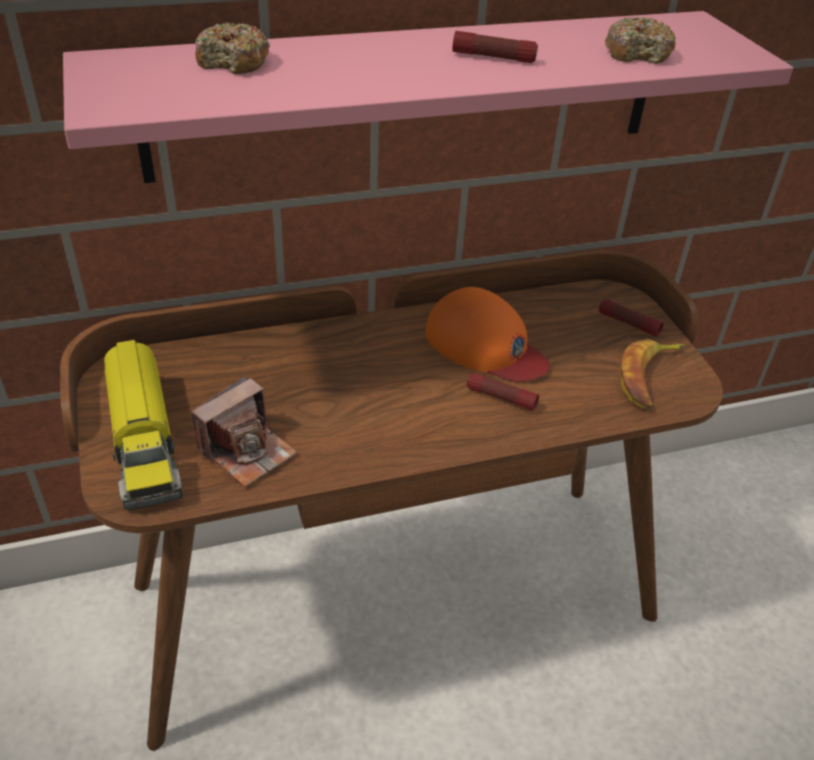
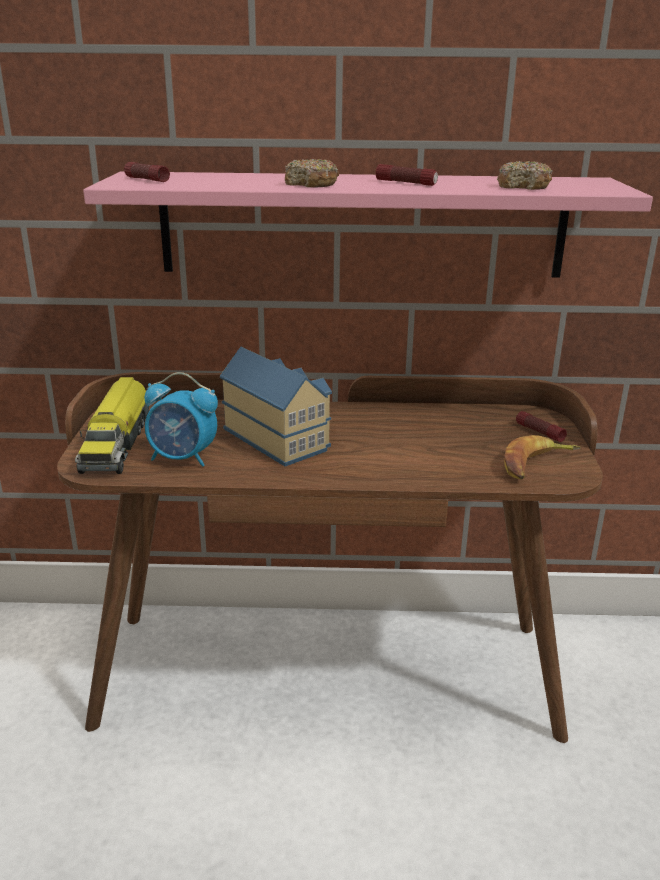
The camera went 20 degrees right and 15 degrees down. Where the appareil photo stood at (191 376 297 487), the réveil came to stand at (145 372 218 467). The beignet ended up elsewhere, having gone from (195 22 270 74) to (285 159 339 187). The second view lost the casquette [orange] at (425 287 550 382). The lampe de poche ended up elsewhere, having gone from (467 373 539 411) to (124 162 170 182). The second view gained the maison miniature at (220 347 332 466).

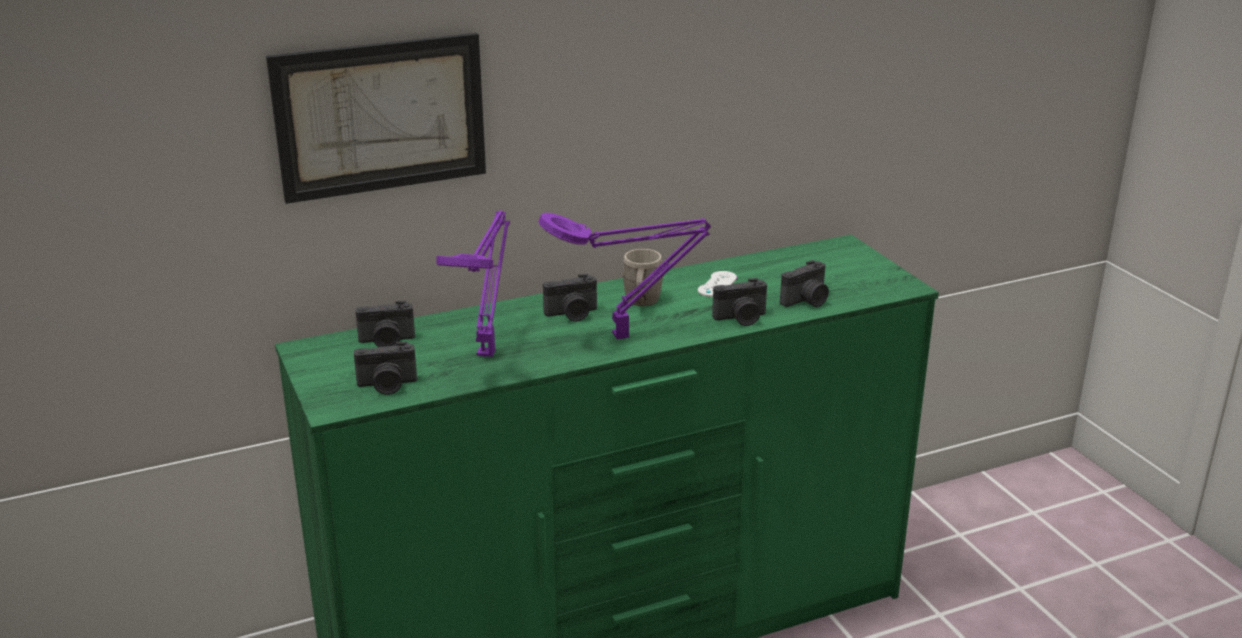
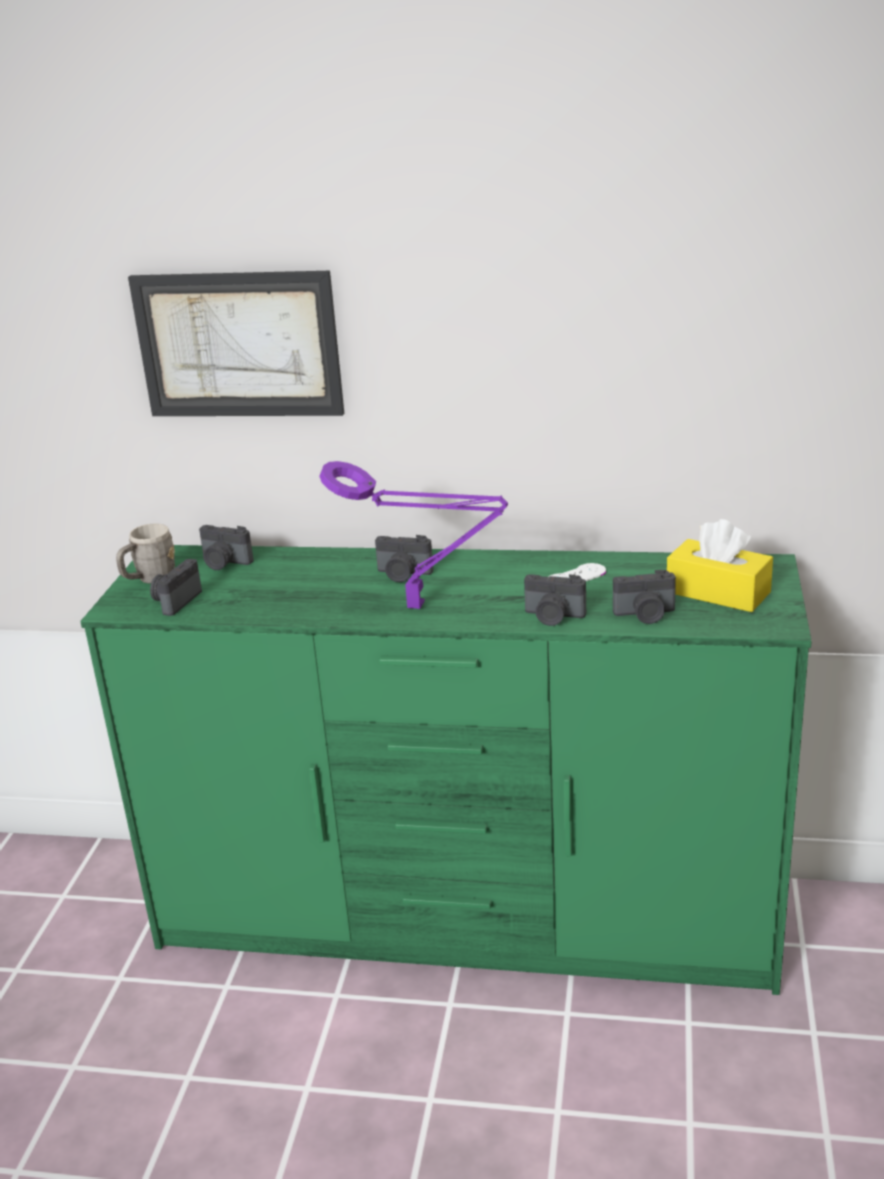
The camera went 35 degrees right and 0 degrees up. The appareil photo at (354 342 417 395) ended up facing another way, 90 degrees clockwise from before. The second view lost the lampe de table [violet] at (436 211 510 357). The mug [gris] ended up elsewhere, having gone from (622 249 663 306) to (116 524 175 584). The second view gained the boîte à mouchoirs [jaune] at (667 519 773 612).

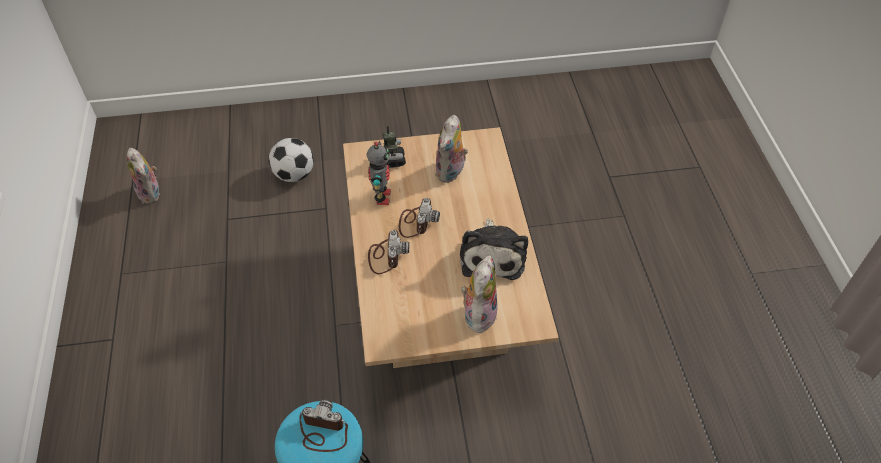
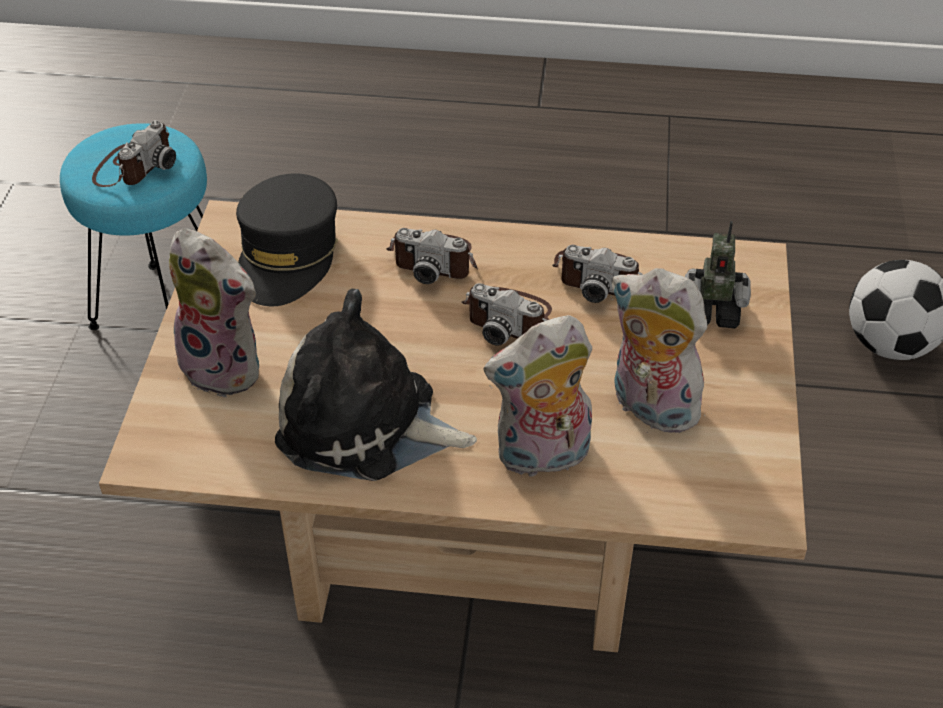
The camera went 105 degrees right and 5 degrees down. The peluche ended up elsewhere, having gone from (127 148 160 204) to (484 315 592 477). Where the robot jouet stood at (367 141 391 205), the appareil photo came to stand at (552 245 643 303). The second view gained the casquette [noir] at (236 173 338 306).

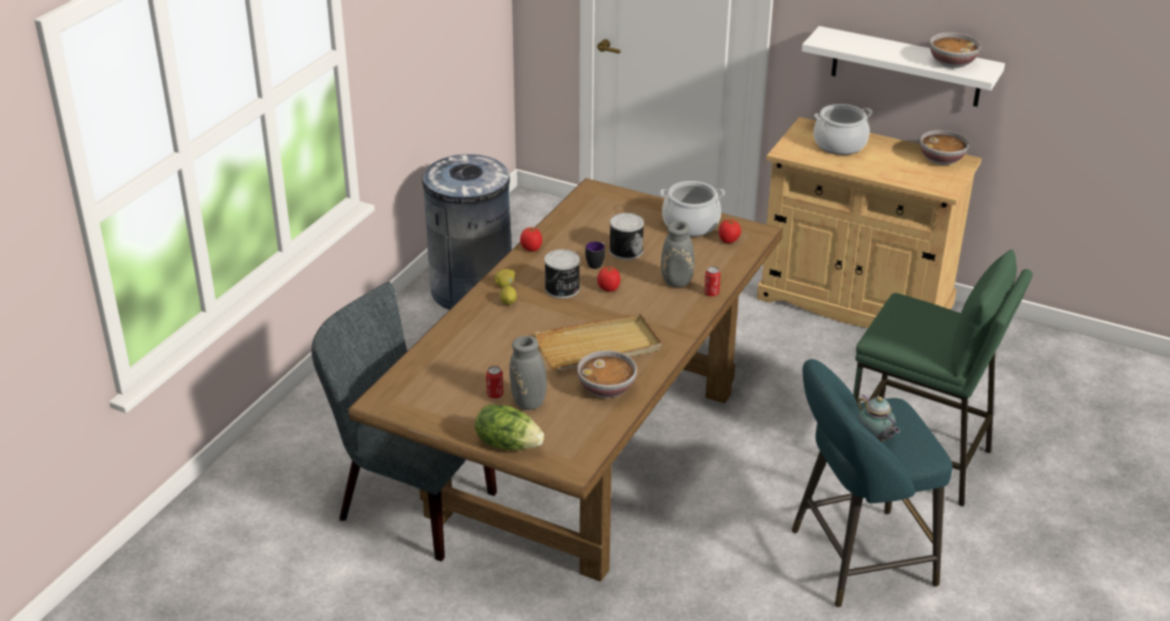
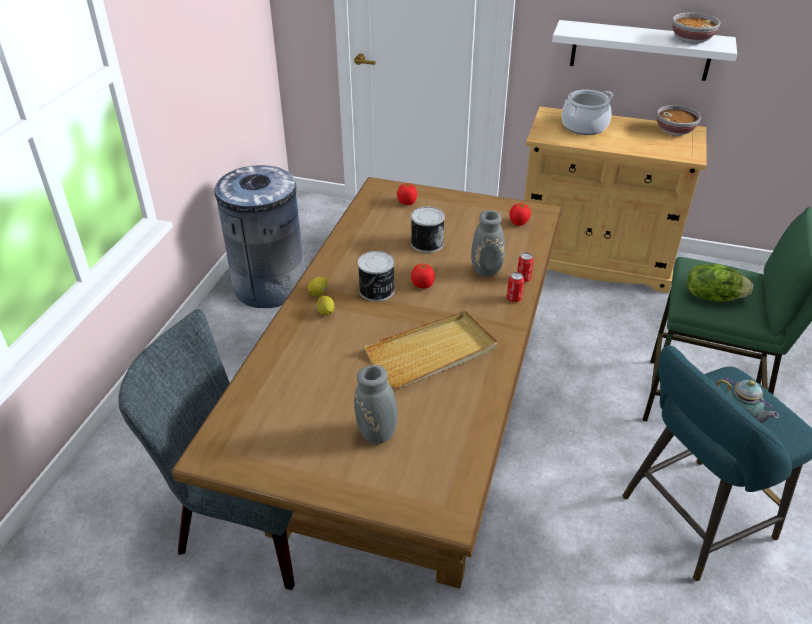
The camera went 10 degrees left and 5 degrees up. The laitue ended up elsewhere, having gone from (475 404 544 451) to (687 264 753 302). The boîte métallique ended up elsewhere, having gone from (486 366 503 399) to (507 272 524 302). The tomate ended up elsewhere, having gone from (520 227 542 251) to (397 183 417 205). The second view lost the bol at (577 350 637 398). The second view lost the mug at (585 241 605 269). The second view lost the marmite at (660 181 725 237).

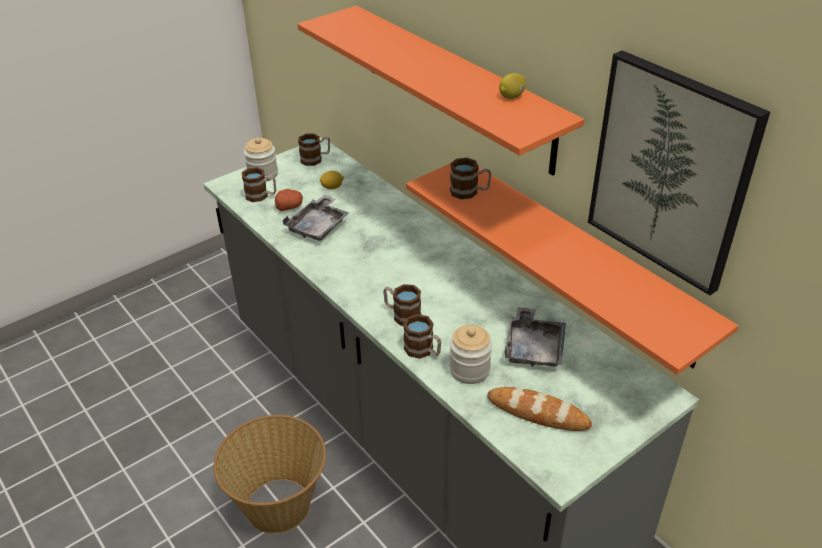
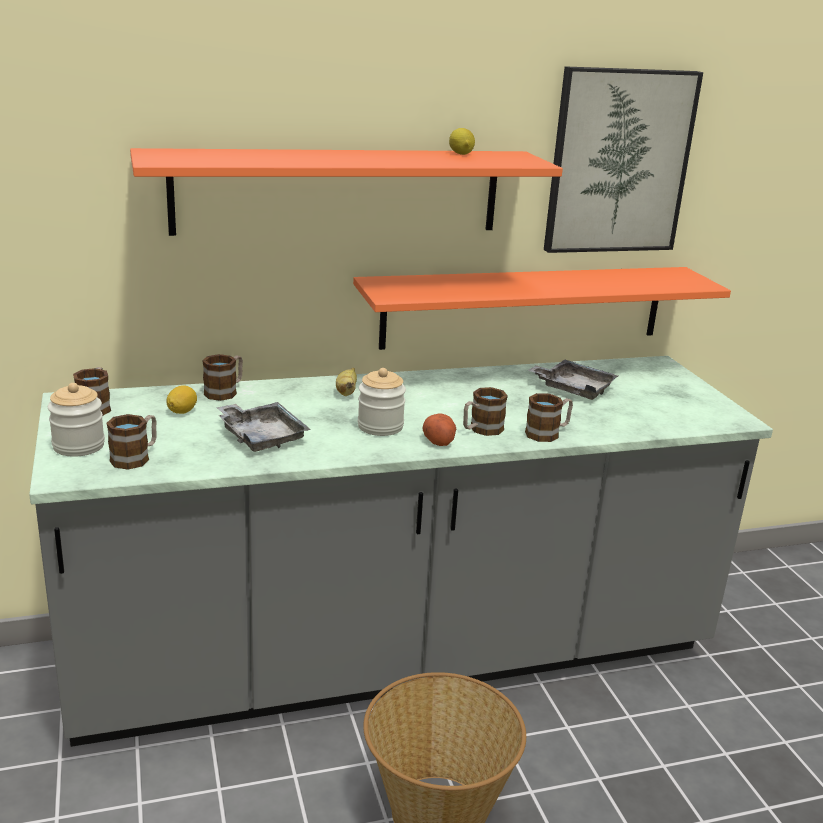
The camera went 70 degrees left and 15 degrees down. The pomme de terre ended up elsewhere, having gone from (275 189 303 211) to (422 414 456 446). The bocal ended up elsewhere, having gone from (449 325 492 384) to (358 368 406 436). The mug ended up elsewhere, having gone from (450 158 491 199) to (202 354 243 401). The second view lost the pain at (487 387 592 431). The second view gained the banane at (336 368 357 396).

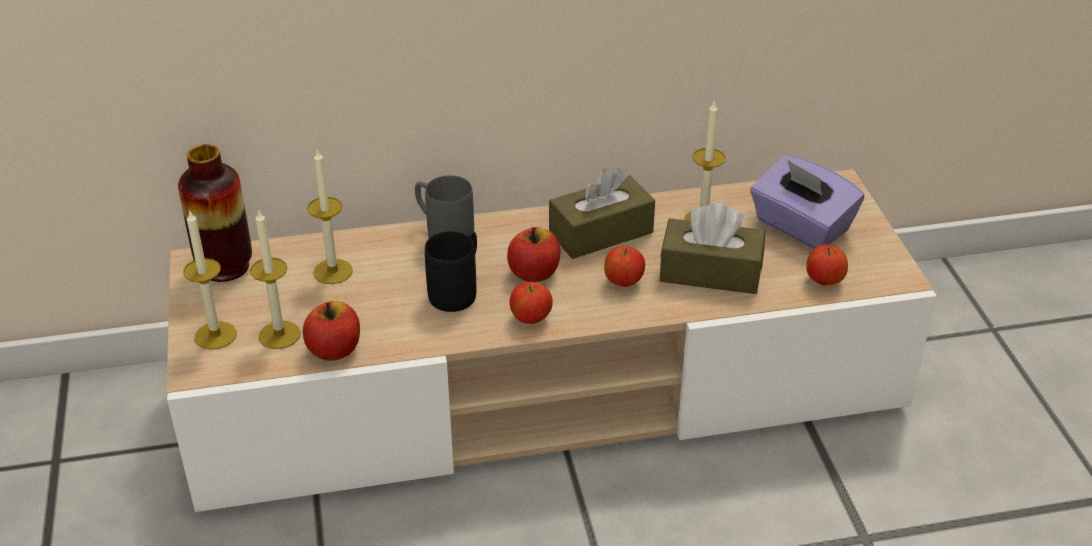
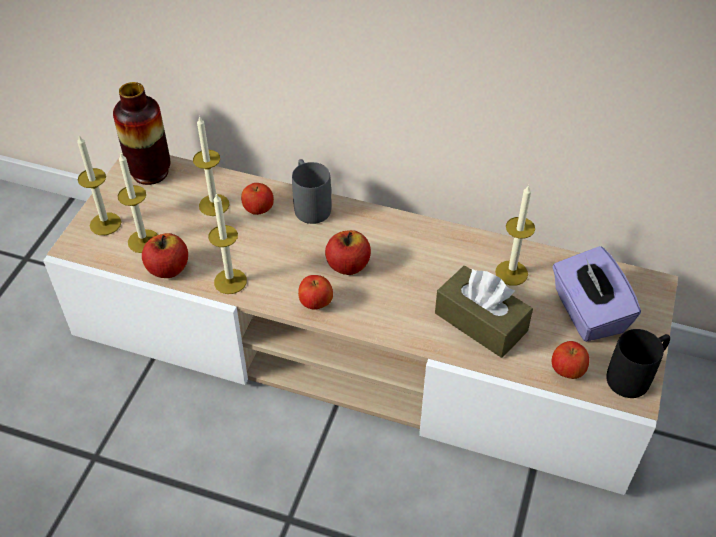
The camera went 30 degrees right and 10 degrees up. The mug [noir] ended up elsewhere, having gone from (425 231 477 312) to (606 329 670 398). The second view lost the boîte à mouchoirs [marron] at (549 168 655 259). The pomme ended up elsewhere, having gone from (604 246 645 287) to (241 183 274 215). The second view gained the bougie at (208 193 247 294).

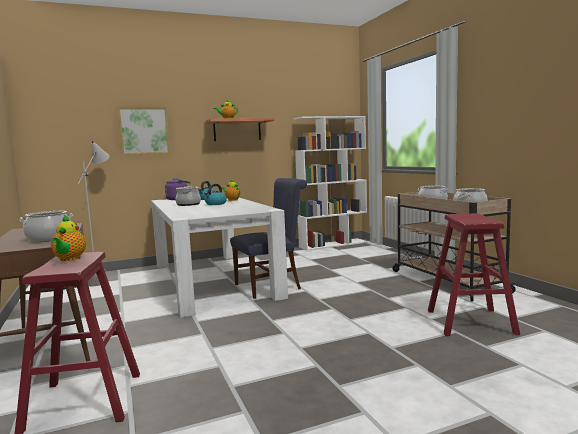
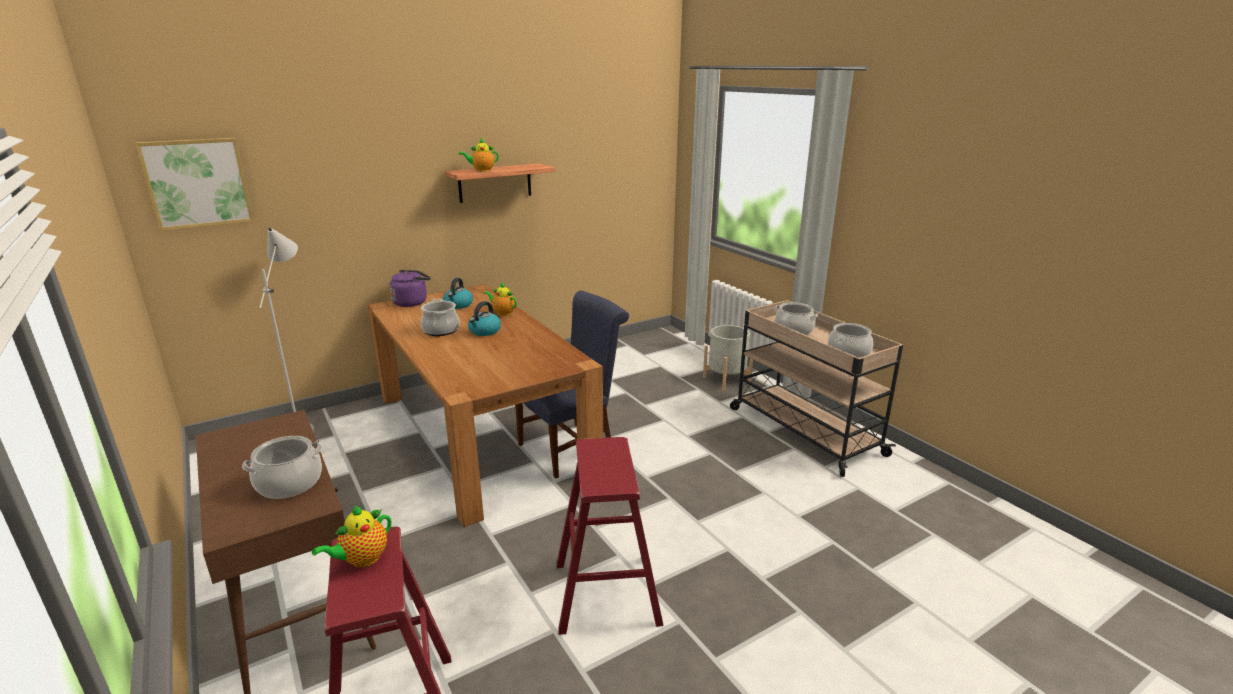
The camera went 10 degrees left and 15 degrees up. The théière at (51 214 86 261) ended up facing another way, 60 degrees clockwise from before. The tableau ended up elsewhere, having gone from (118 107 170 155) to (135 138 254 231). What was the table à manger [blanc] at (151 198 288 318) turned into the table à manger [marron] at (368 284 603 527). The second view lost the bibliothèque [blanc] at (294 116 367 251). The tabouret [rouge] ended up elsewhere, having gone from (428 213 520 336) to (557 437 664 635). The second view gained the cache-pot [gris] at (703 325 753 391).

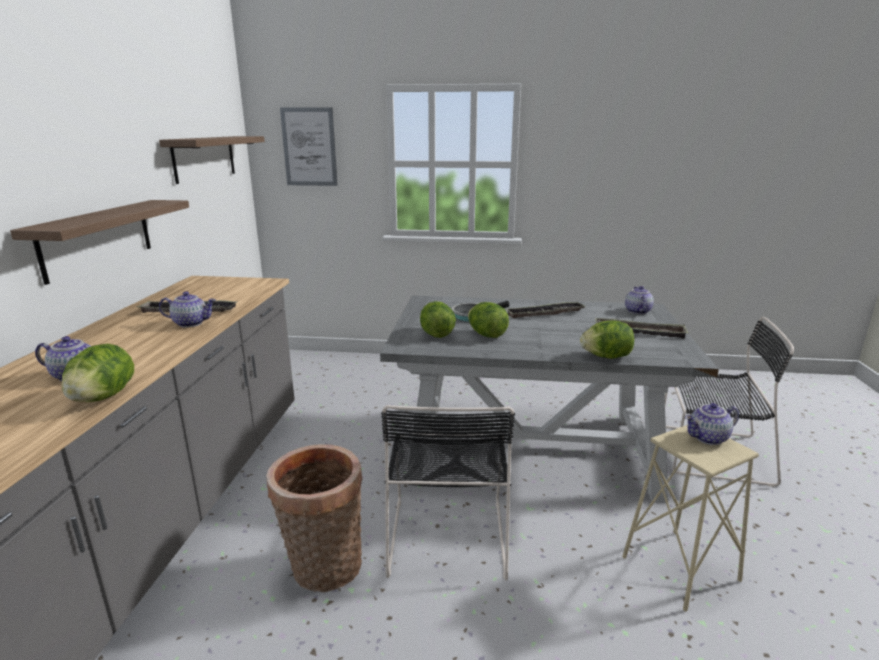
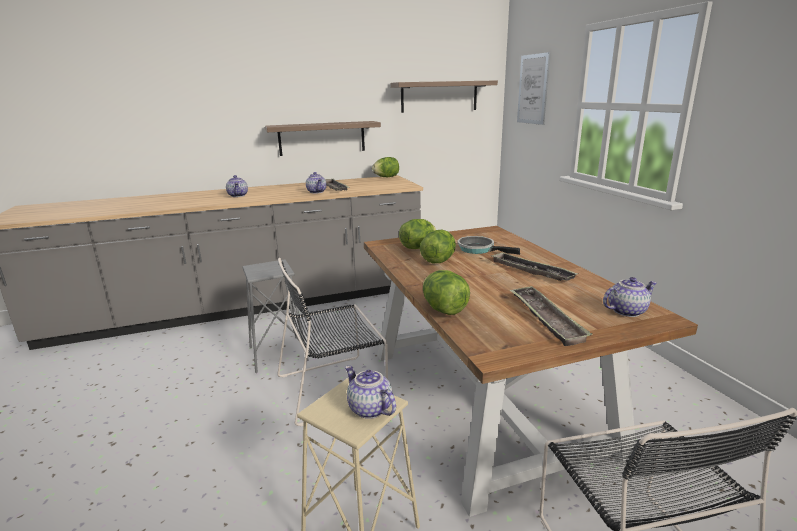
The camera went 65 degrees right and 0 degrees up. The laitue ended up elsewhere, having gone from (62 344 134 402) to (372 157 399 177). Where the panier stood at (266 444 362 592), the tabouret [gris] came to stand at (242 260 309 373). What was the table à manger [gris] at (380 296 719 503) turned into the table à manger [marron] at (364 226 698 517).

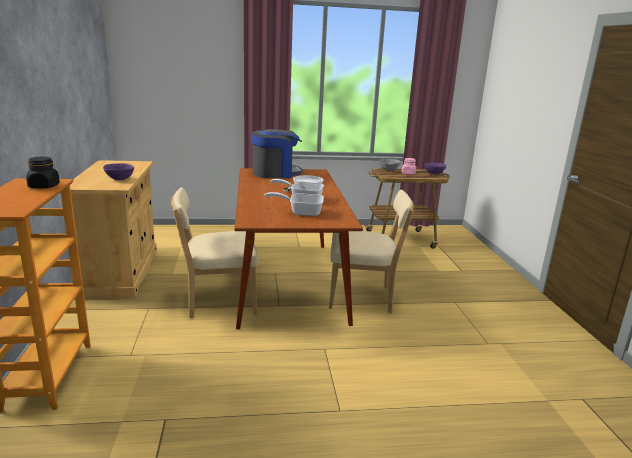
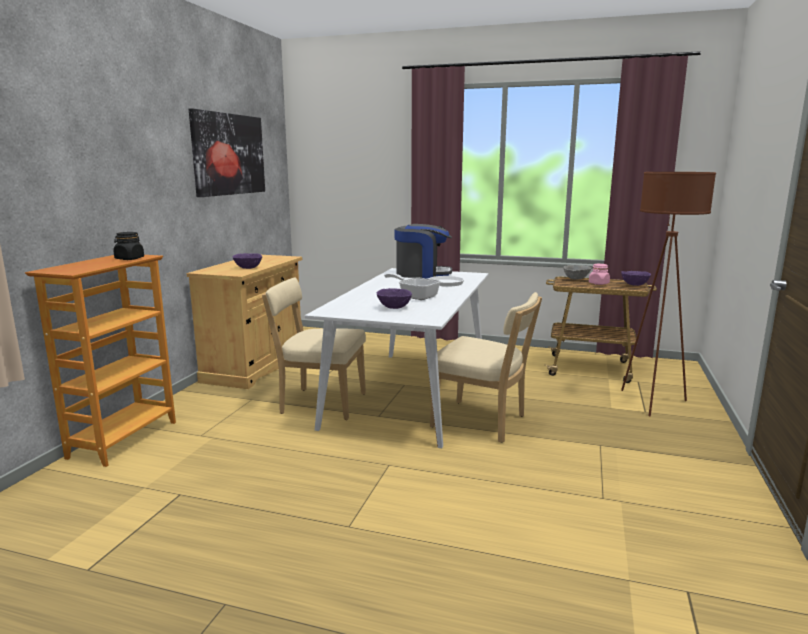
The camera went 25 degrees right and 5 degrees down. What was the table à manger [marron] at (235 168 363 329) turned into the table à manger [blanc] at (305 268 489 448). Where the poêle stood at (265 192 324 216), the bol [violet] came to stand at (377 288 412 309). The second view gained the tableau at (189 108 265 197). The second view gained the lampadaire [marron] at (621 172 716 416).

